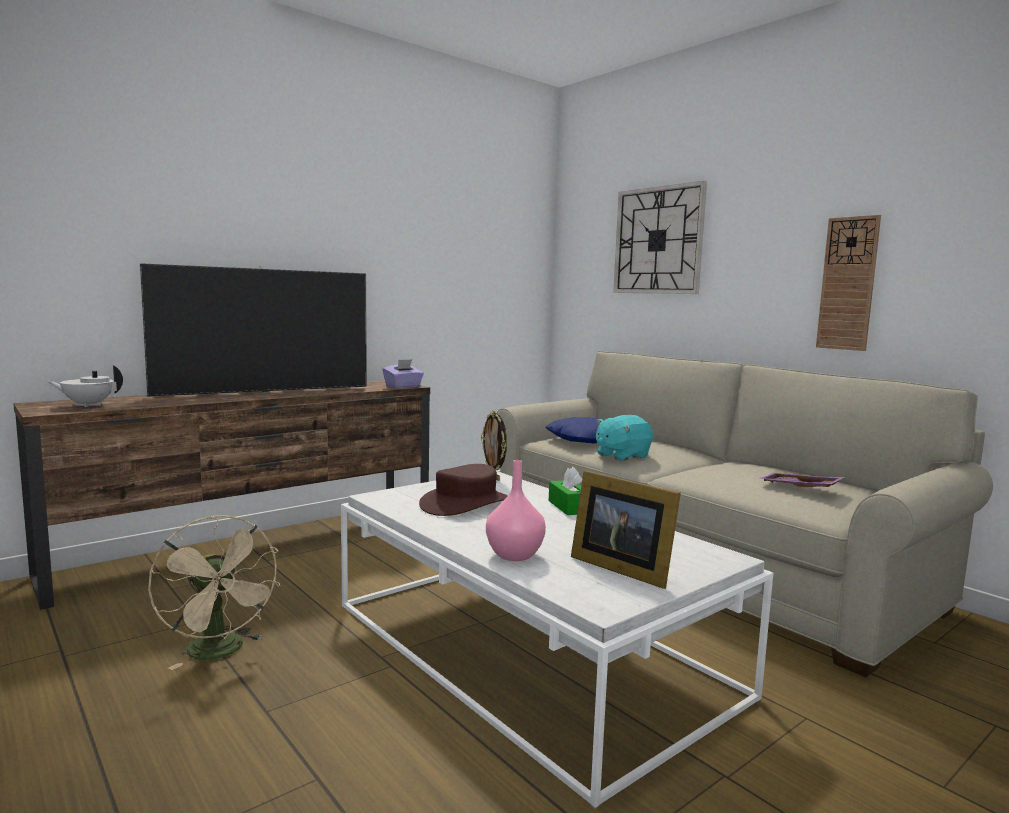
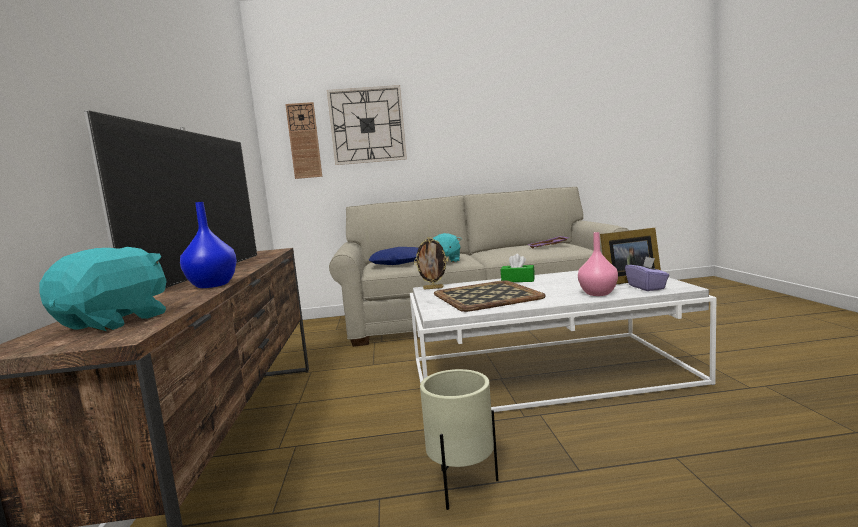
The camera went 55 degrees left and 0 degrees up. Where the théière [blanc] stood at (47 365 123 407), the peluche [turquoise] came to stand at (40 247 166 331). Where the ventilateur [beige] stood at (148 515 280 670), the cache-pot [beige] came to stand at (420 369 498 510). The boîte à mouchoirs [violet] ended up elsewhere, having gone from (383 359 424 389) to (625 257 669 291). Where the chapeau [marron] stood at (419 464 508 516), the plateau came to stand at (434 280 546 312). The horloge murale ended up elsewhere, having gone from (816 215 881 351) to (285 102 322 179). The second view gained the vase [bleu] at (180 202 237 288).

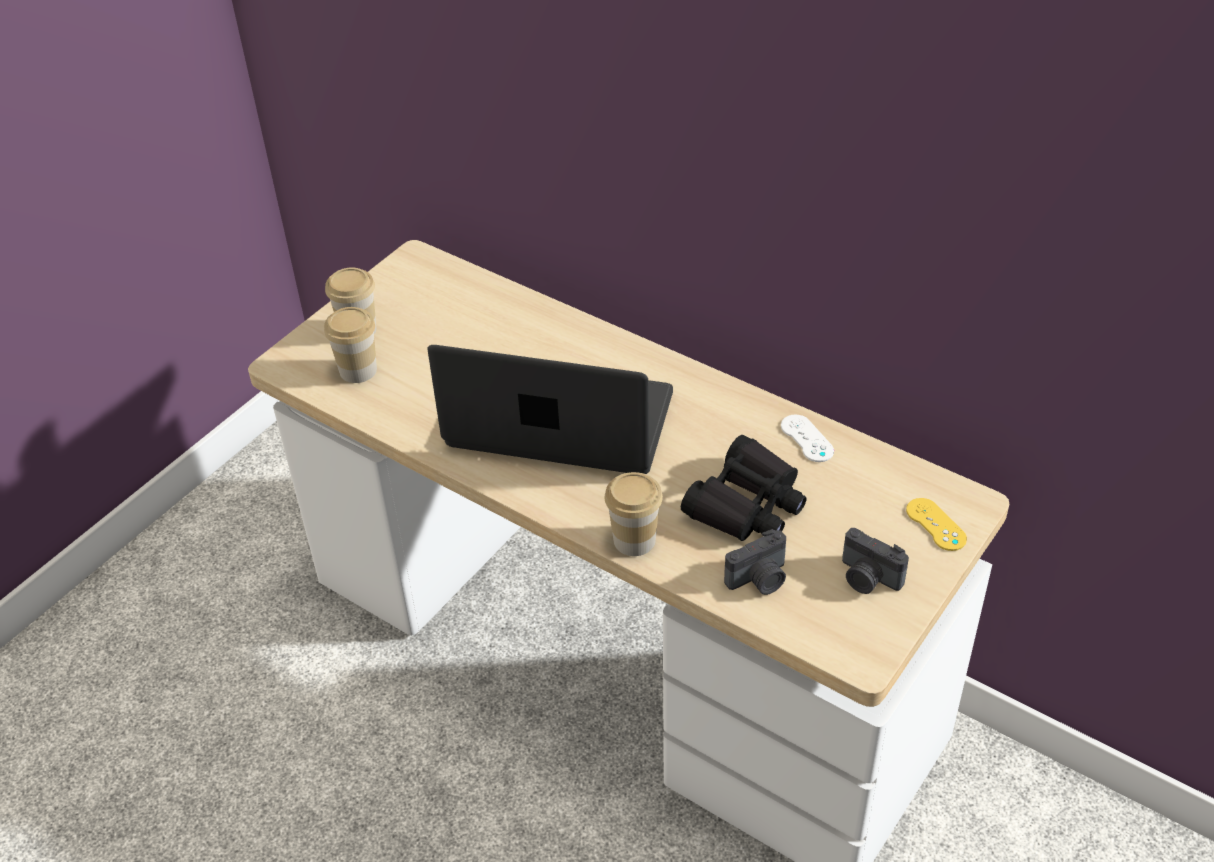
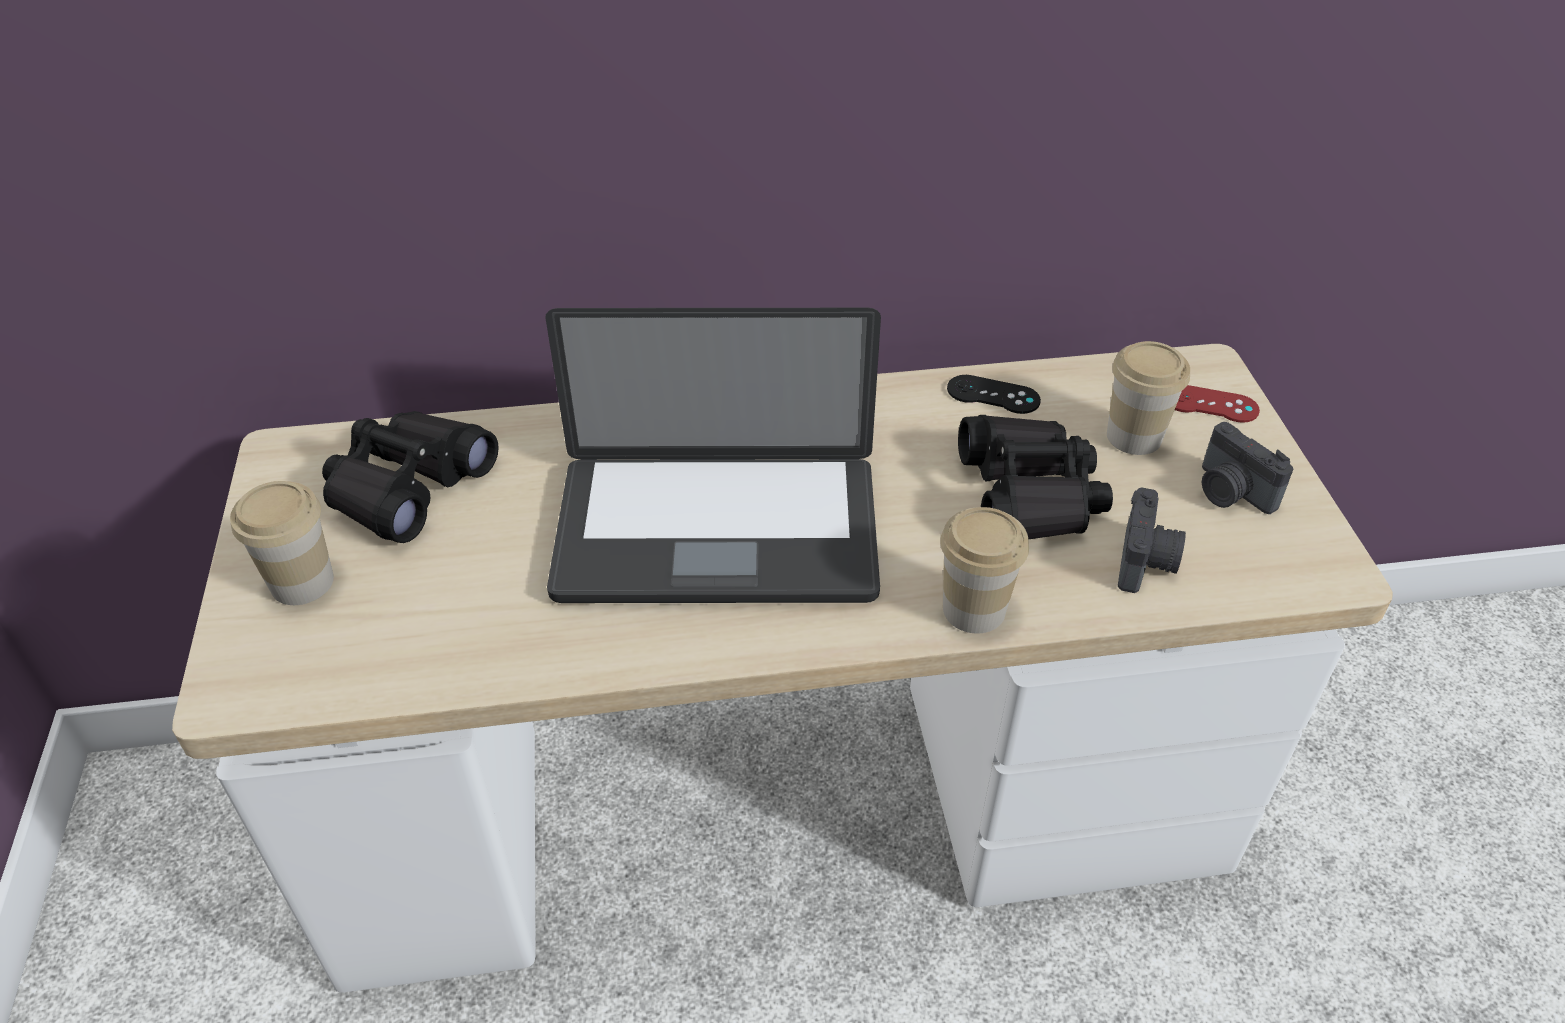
The camera went 45 degrees left and 0 degrees up. The tasse ended up elsewhere, having gone from (324 307 377 383) to (1107 341 1190 455). The ordinateur portable at (427 345 673 474) ended up facing another way, 150 degrees counterclockwise from before. What was the manette [blanc] at (781 415 834 462) turned into the manette [noir] at (947 375 1041 414). The appareil photo at (842 528 909 594) ended up facing another way, 60 degrees clockwise from before. What was the manette [jaune] at (906 498 967 551) turned into the manette [rouge] at (1175 385 1260 423). The second view gained the jumelles [noir] at (322 411 499 543).

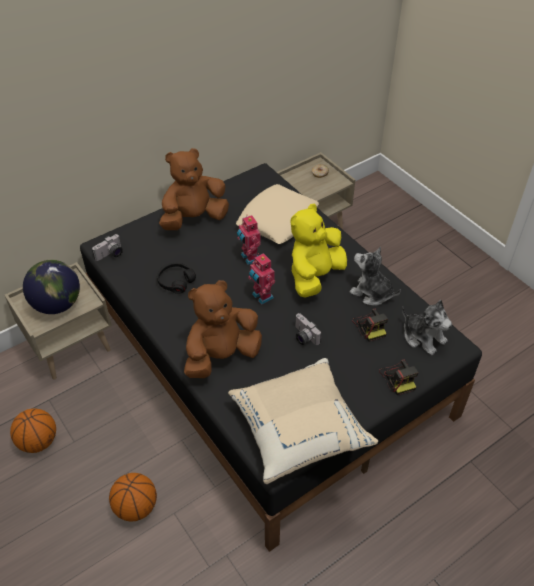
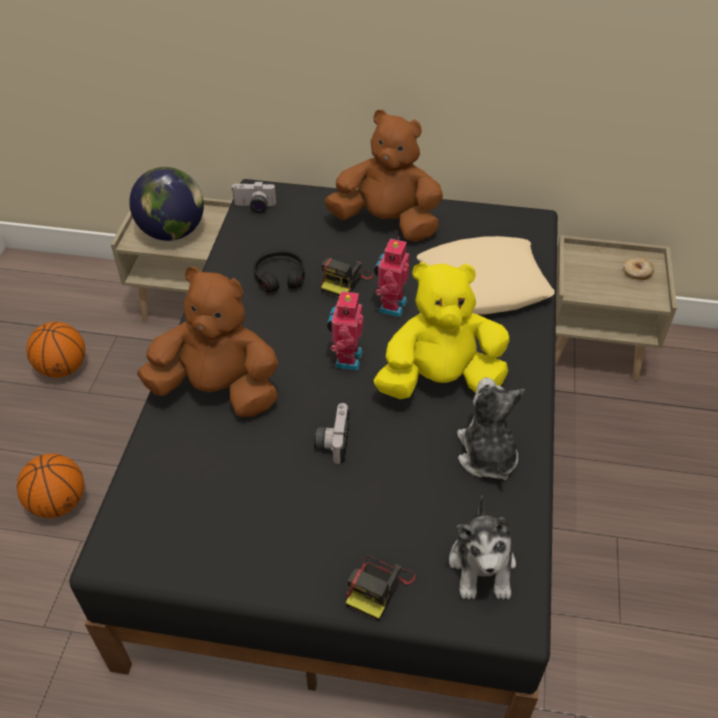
The camera went 45 degrees right and 0 degrees up. The second view lost the coussin [beige] at (228 358 378 484). The appareil photo ended up elsewhere, having gone from (352 308 388 342) to (321 258 373 298).

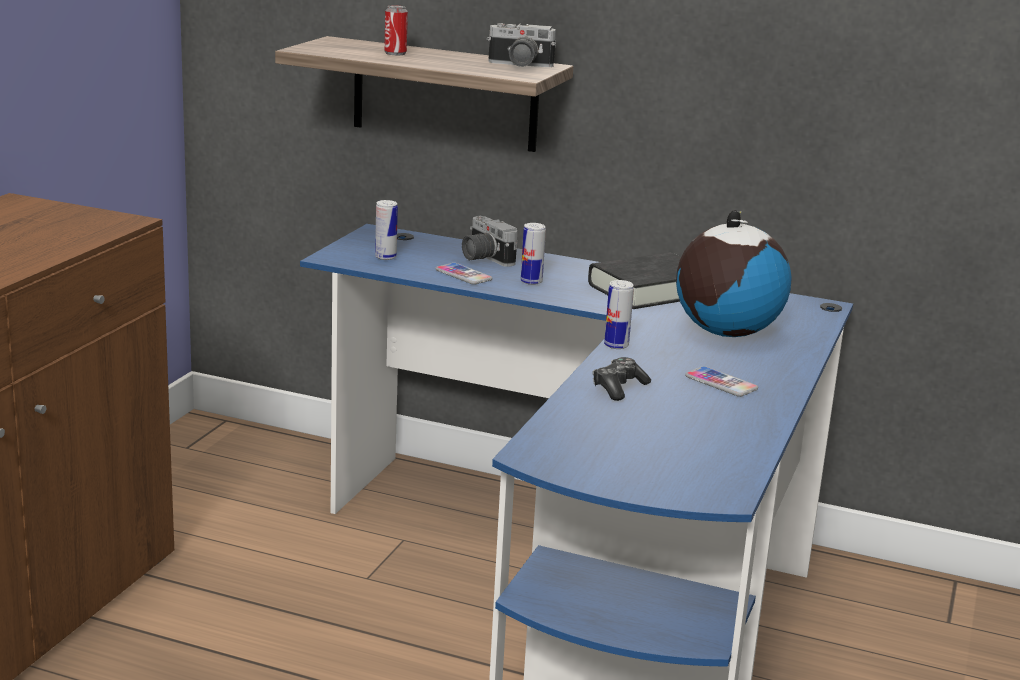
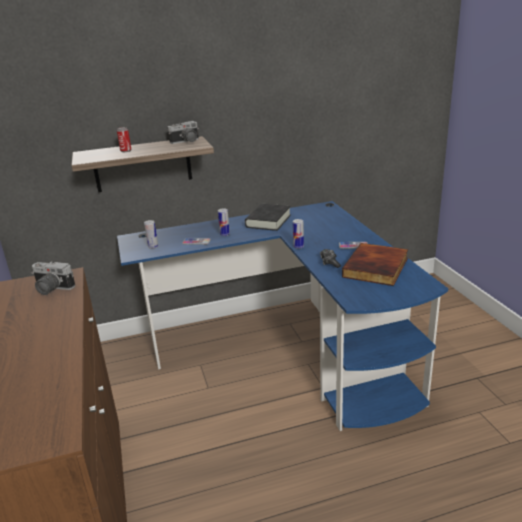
The camera went 35 degrees left and 5 degrees up. The appareil photo ended up elsewhere, having gone from (462 216 518 267) to (31 262 75 295). The second view lost the globe at (676 210 792 337). The second view gained the livre at (342 243 408 286).

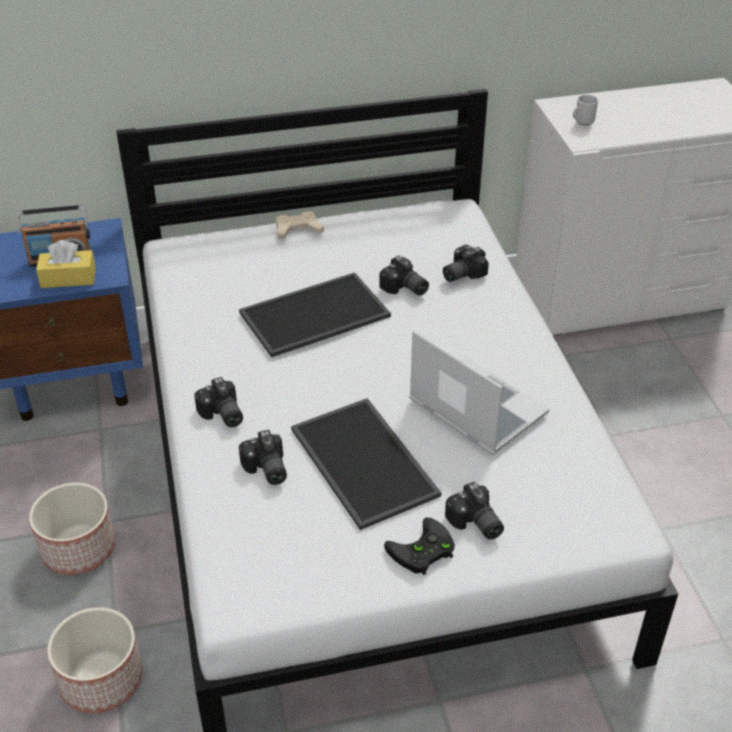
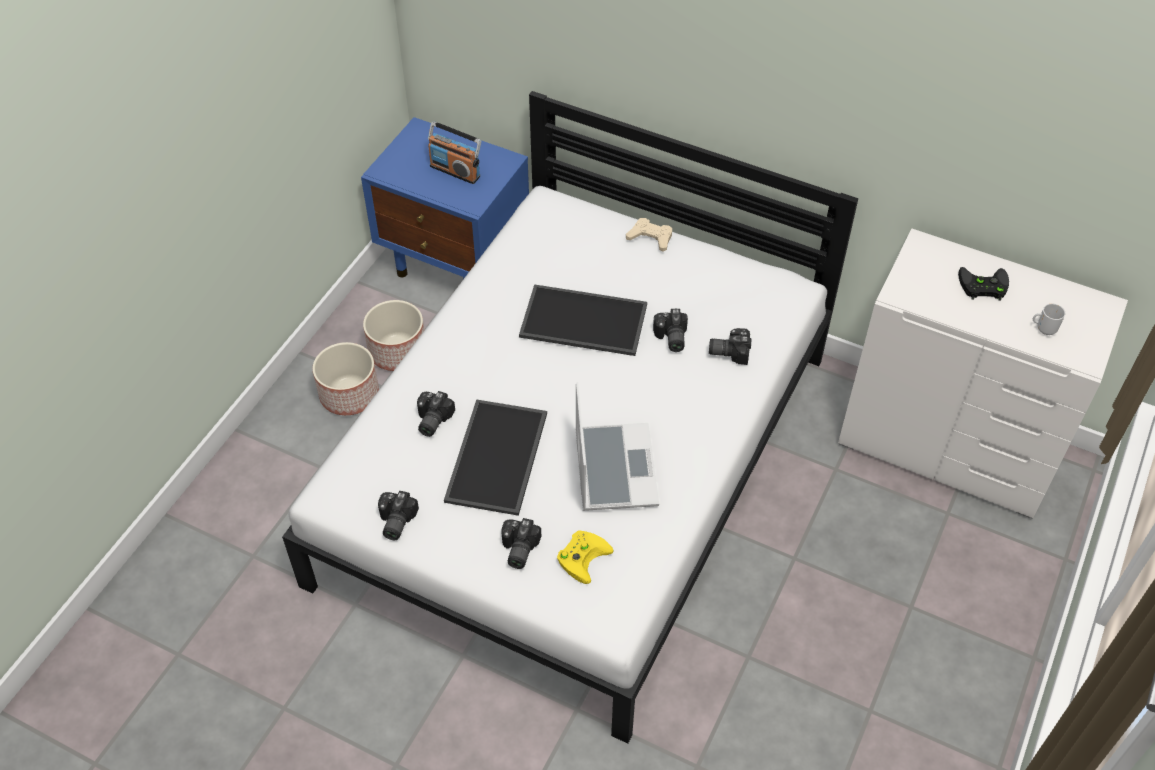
The camera went 40 degrees right and 10 degrees up. The second view lost the boîte à mouchoirs [jaune] at (36 240 96 288). The cache-pot ended up elsewhere, having gone from (47 607 143 713) to (363 300 424 371). The appareil photo ended up elsewhere, having gone from (194 377 243 427) to (378 491 419 540). The manette [noir] ended up elsewhere, having gone from (384 517 455 575) to (958 267 1009 300). The mug ended up elsewhere, having gone from (573 95 598 126) to (1033 304 1065 335). The second view gained the manette [jaune] at (557 530 614 584).

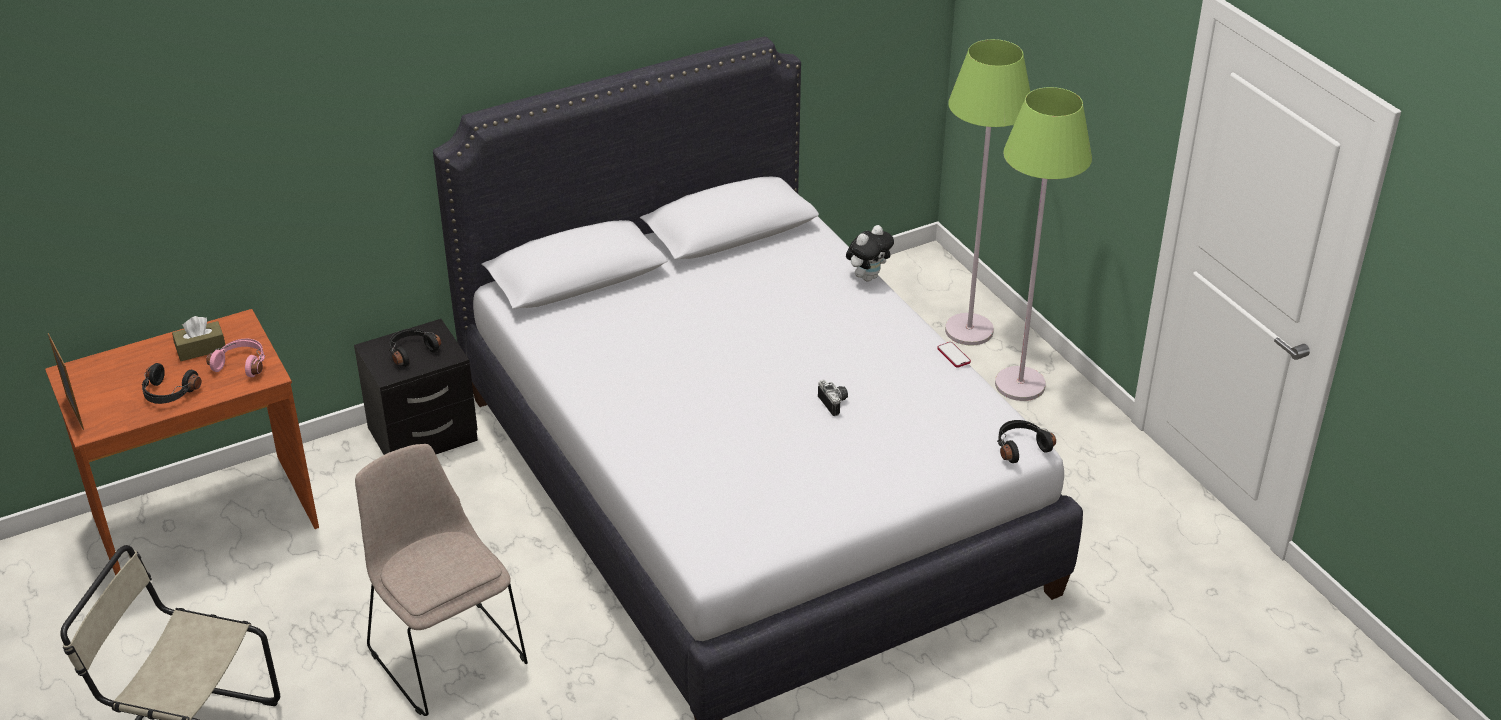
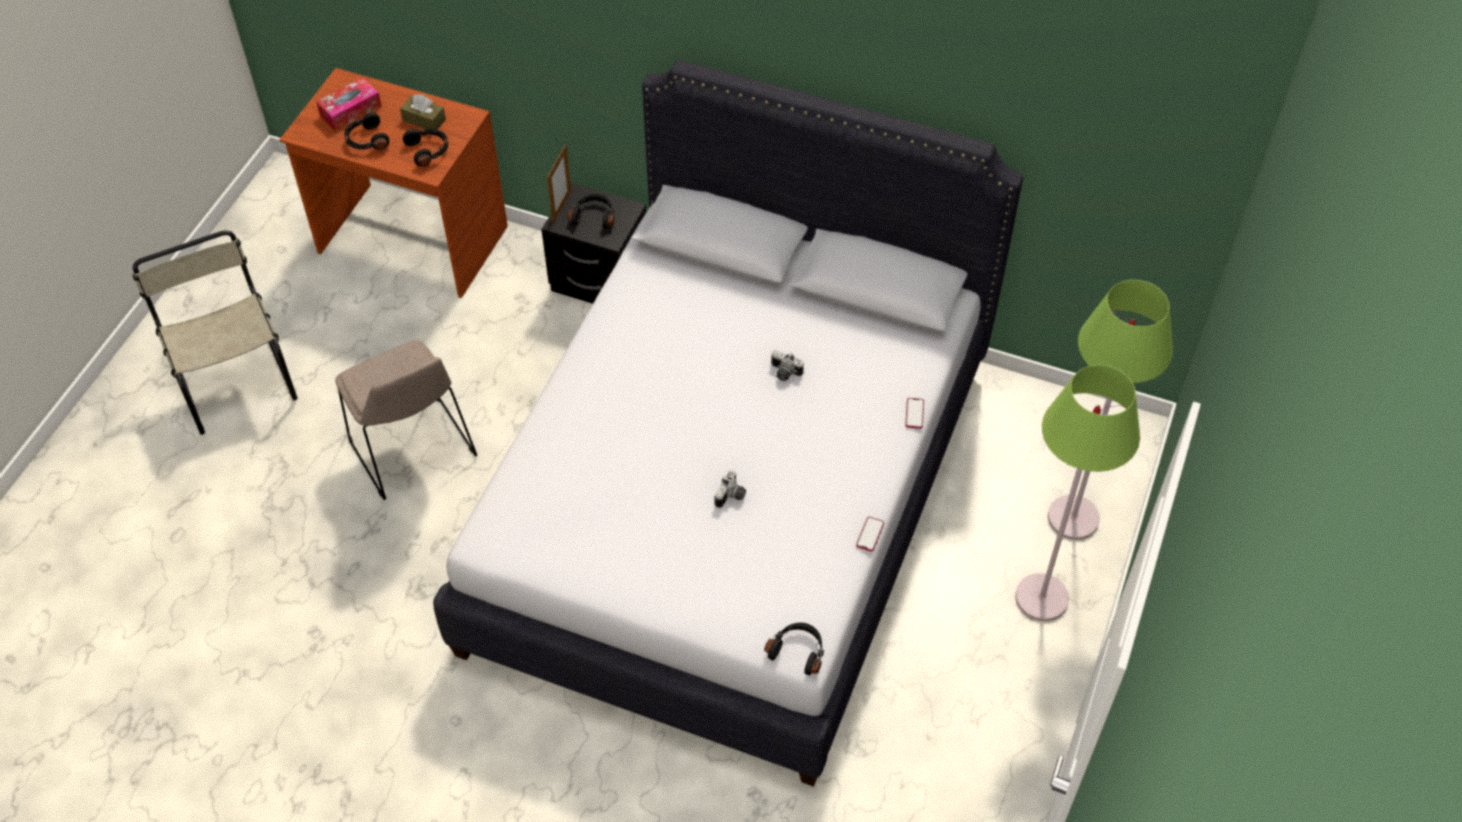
The camera went 50 degrees right and 15 degrees up. The cadre photo ended up elsewhere, having gone from (48 333 84 430) to (547 144 571 223). What was the casque audio [rose] at (206 338 265 377) turned into the casque audio [noir] at (403 128 448 167). The chaise [beige] at (355 444 528 716) ended up facing another way, 135 degrees clockwise from before. Where the peluche stood at (846 225 894 281), the téléphone came to stand at (905 398 924 429). The second view gained the boîte à mouchoirs at (316 77 382 131). The second view gained the appareil photo at (771 350 804 381).

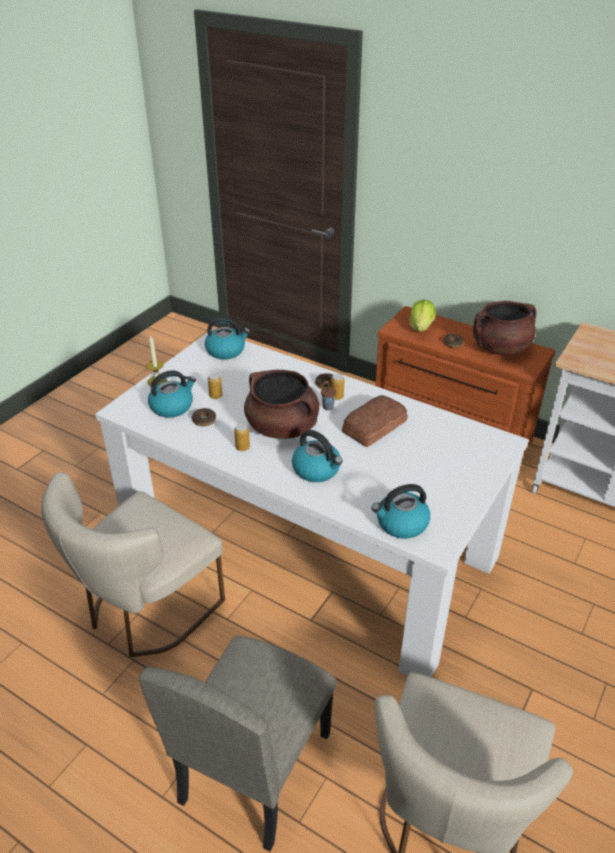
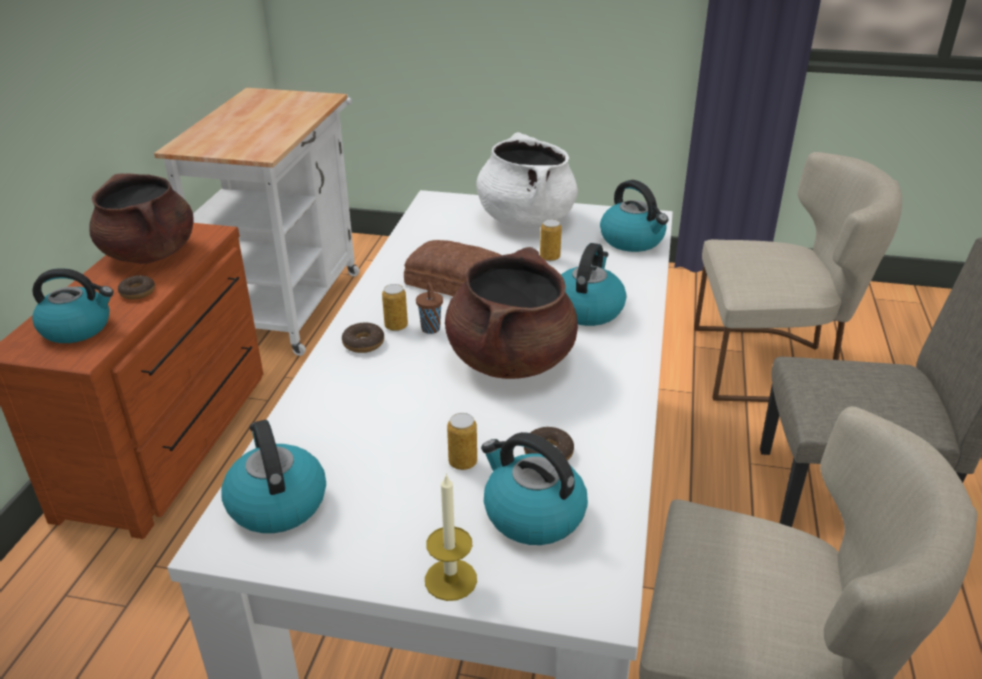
The camera went 110 degrees left and 5 degrees down. The boîte métallique ended up elsewhere, having gone from (234 423 250 451) to (540 219 562 261). Where the laitue stood at (409 299 436 332), the bouilloire came to stand at (32 268 114 343). The second view gained the marmite [blanc] at (477 132 578 228).

